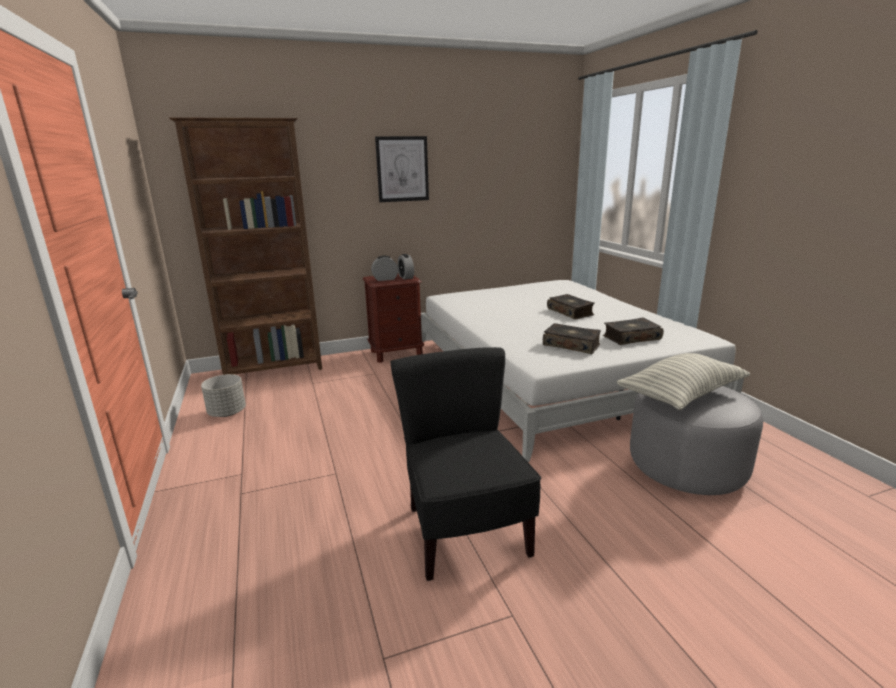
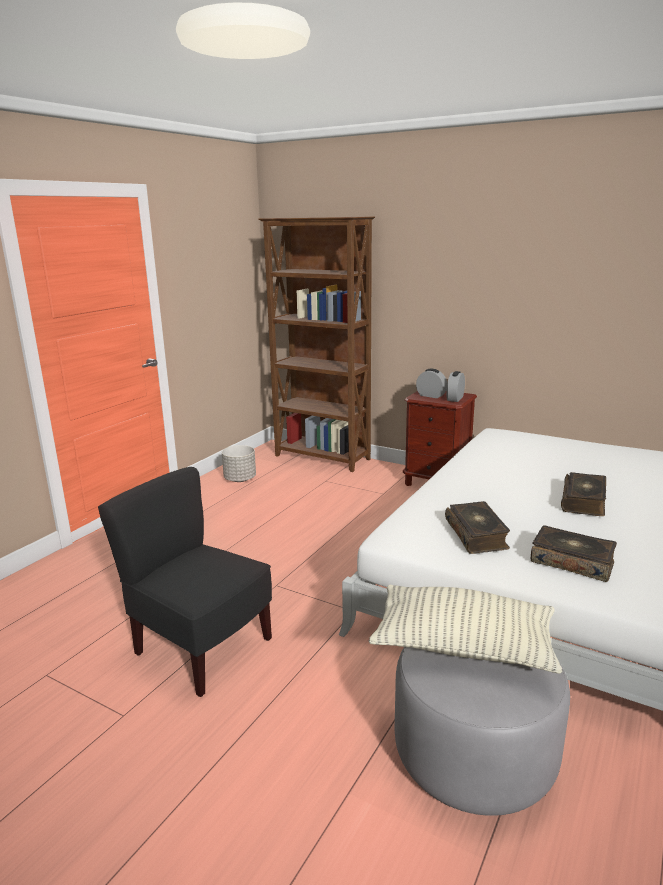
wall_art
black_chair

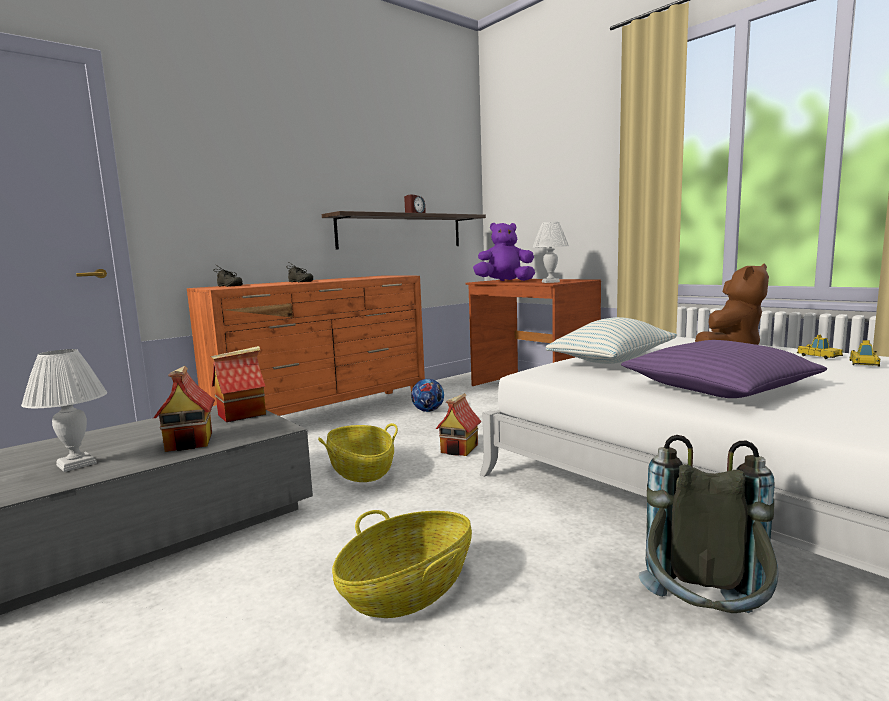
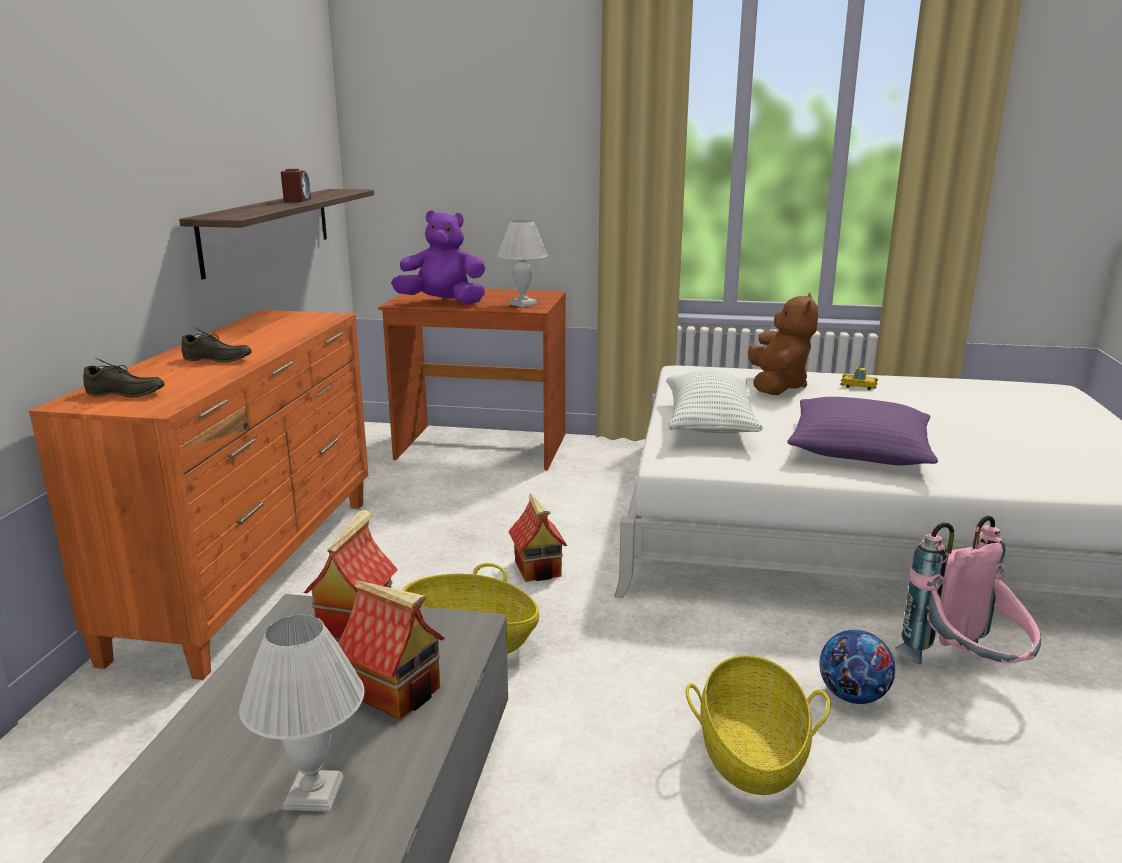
toy_car (2nd from left in the first image)
ball_for_football
pink_backpack
purplish_plush_toy

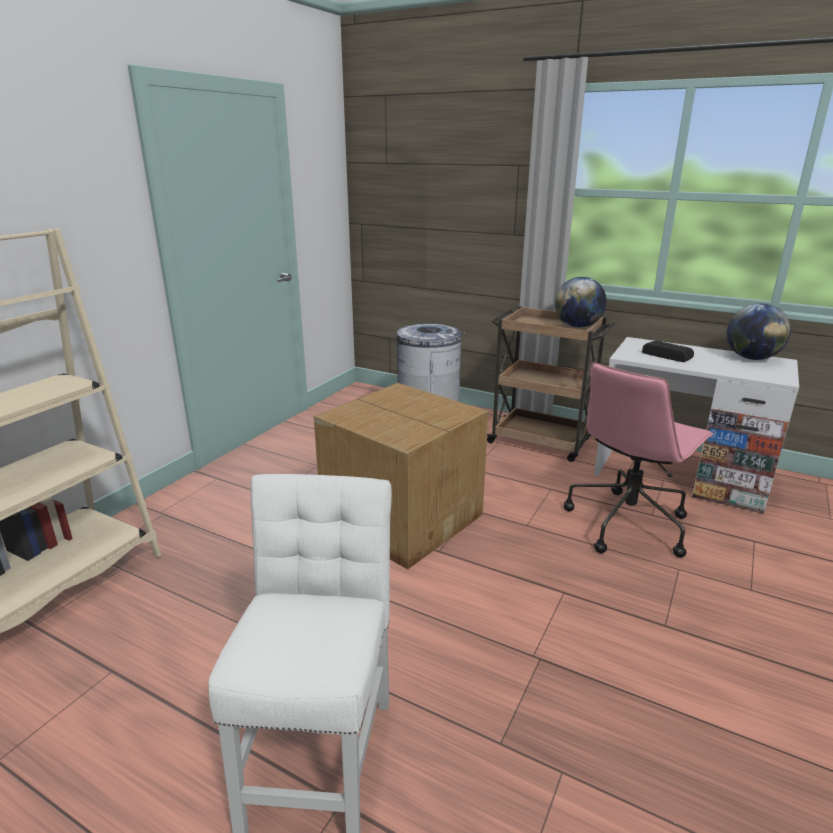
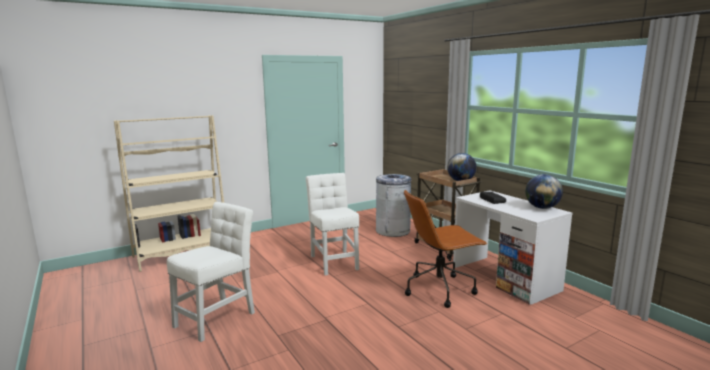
white-coloured_chair (2nd from left)
brownish_computer_chair

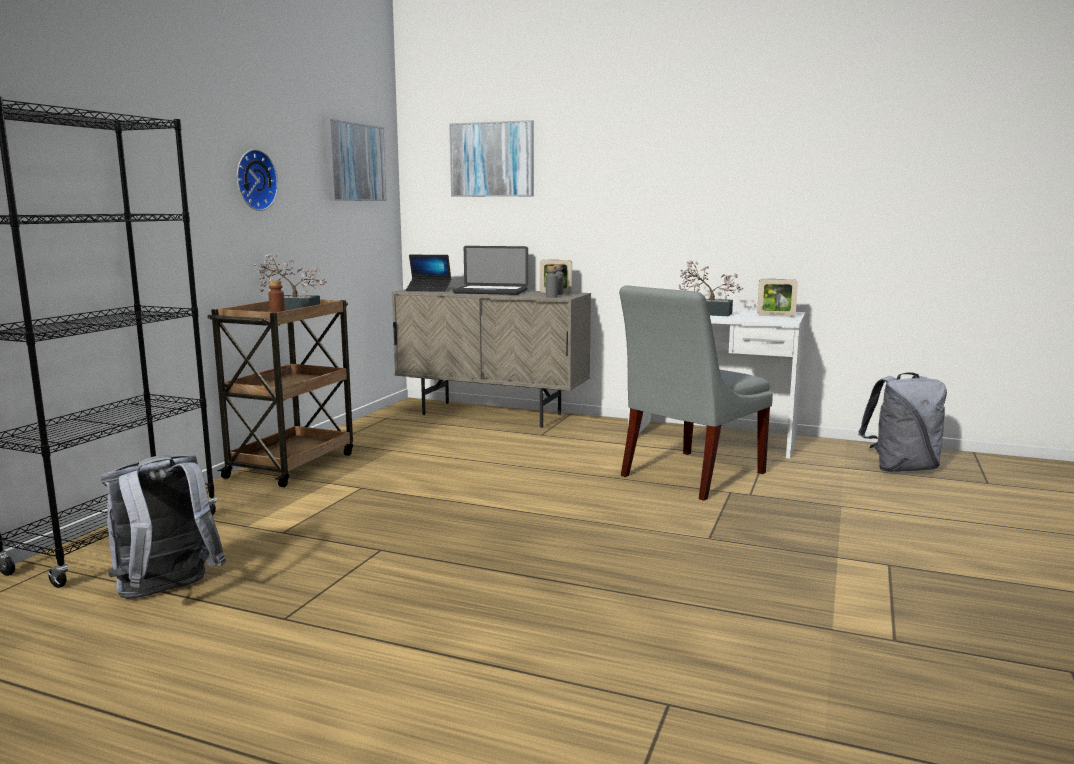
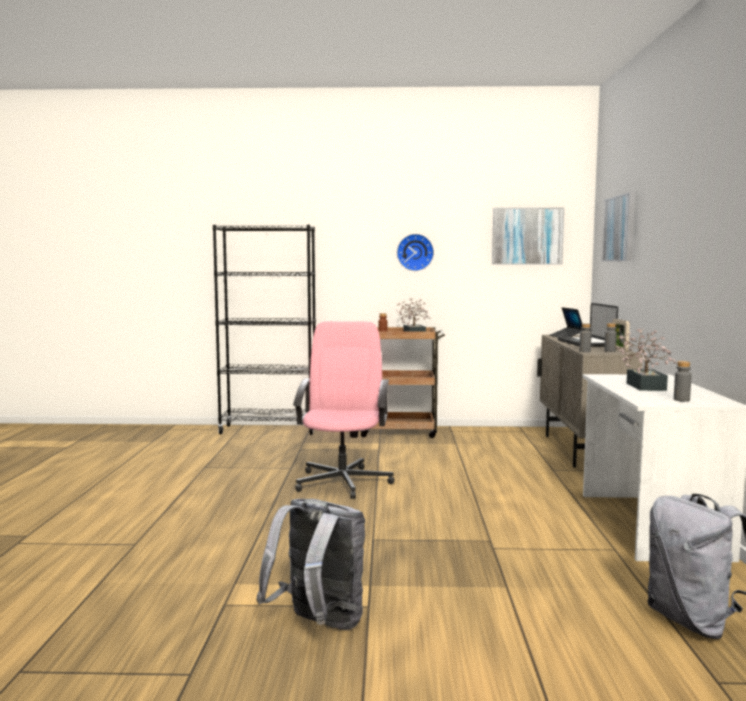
greyish_chair
pink_computer_chair
greyish_backpack (1st from left)
greyish_bottle (3rd from left)

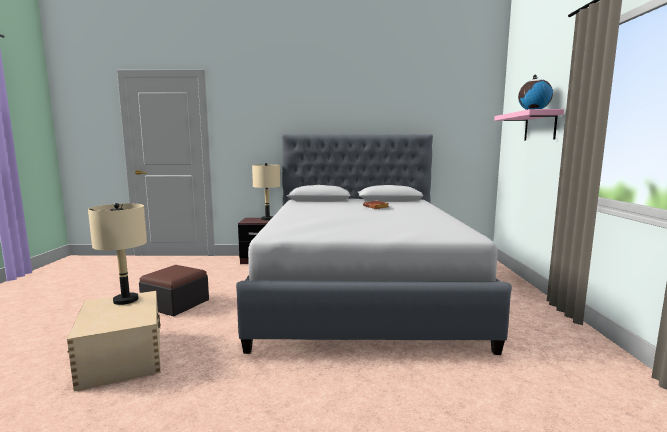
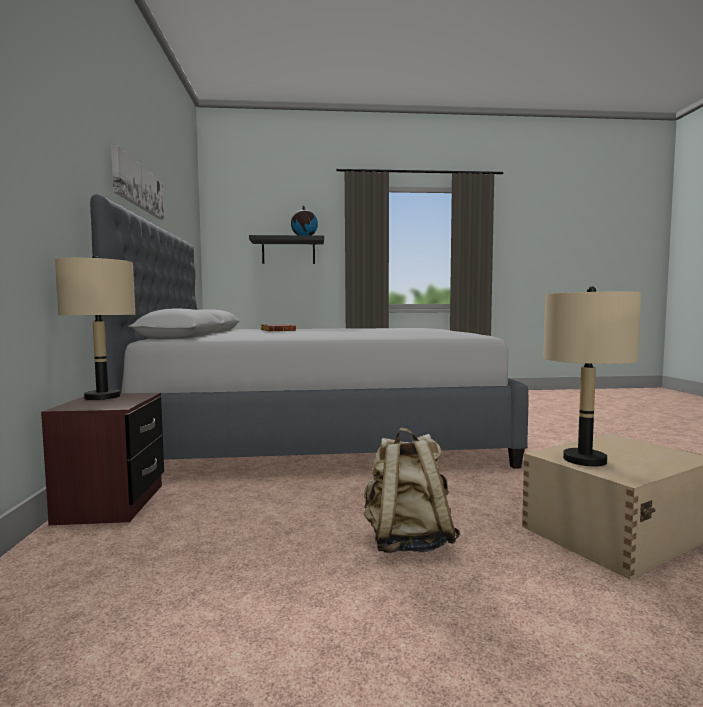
wall_art
beige-coloured_backpack
black_bracket_shelf

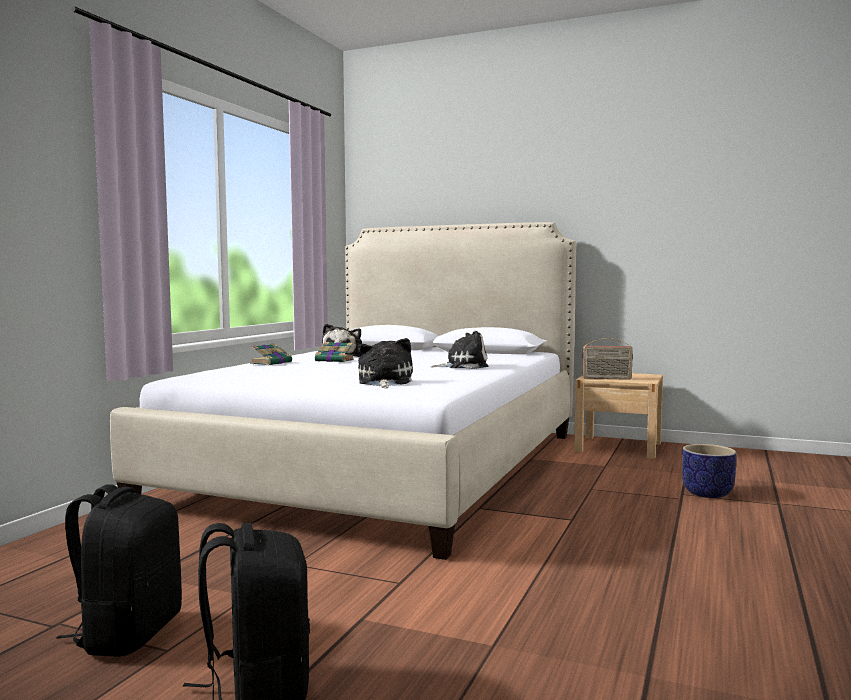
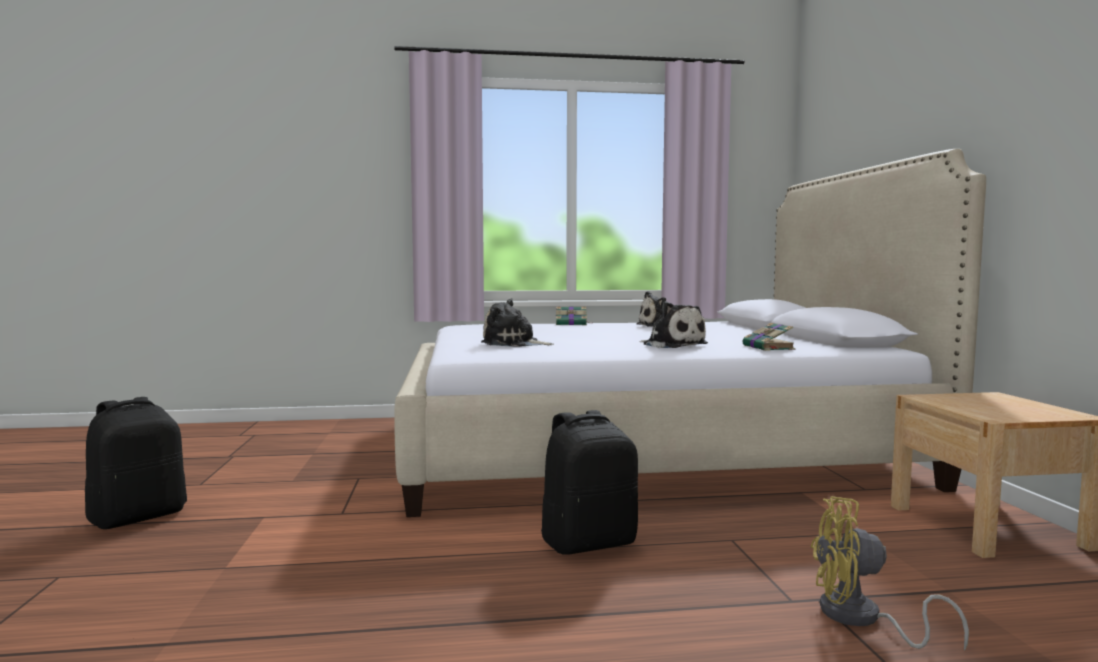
radio_receiver
black_backpack (2nd from left)
bound_book (2nd from left)
yellow_electric_fan
plush_toy (1st from left)

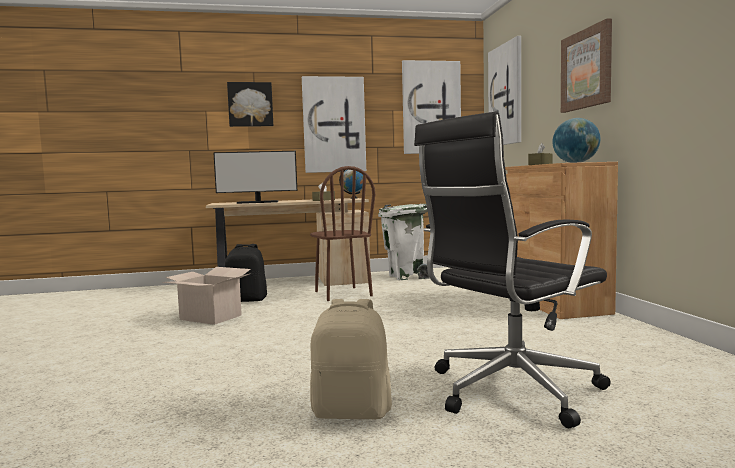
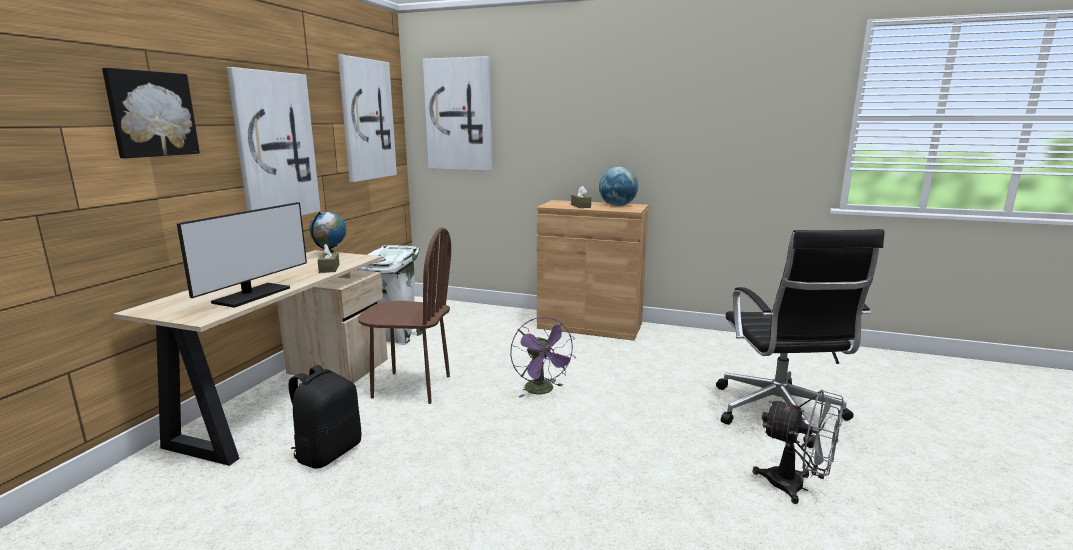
carton
wall_art (5th from left in the first image)
purplish_electric_fan
greyish_electric_fan

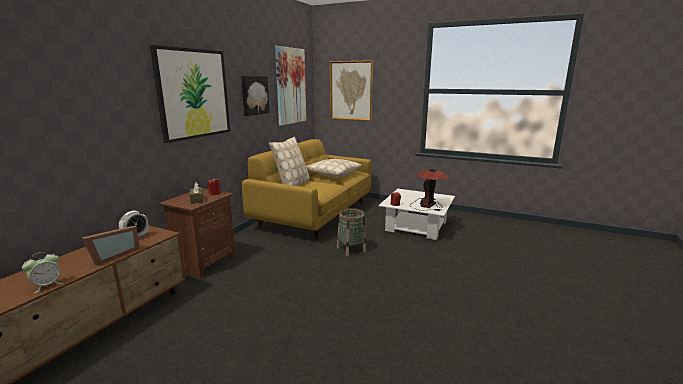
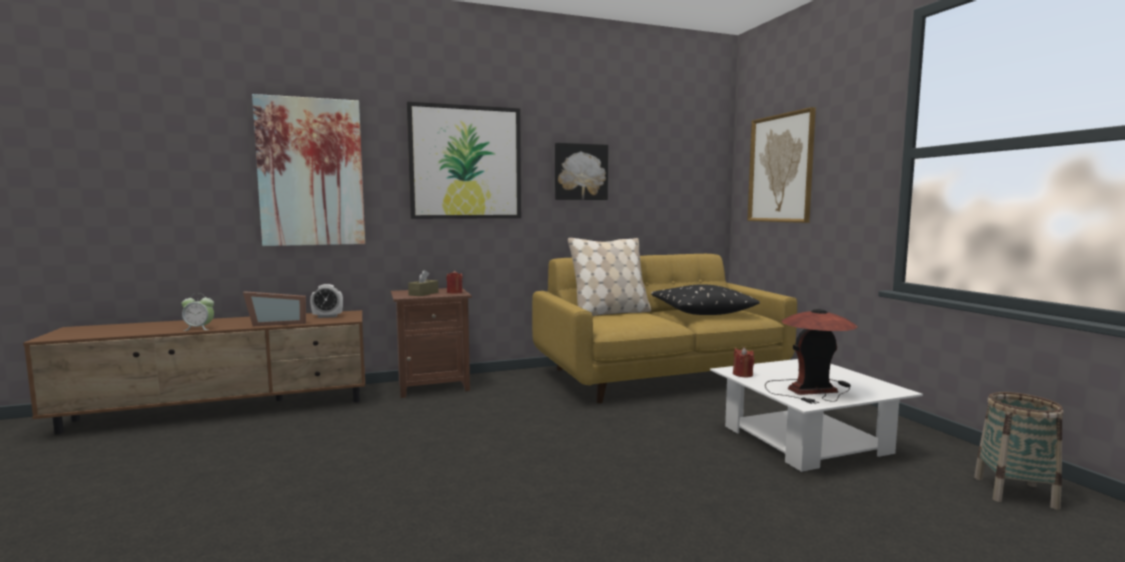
wall_art (1st from left)
basket
black_throw_pillow

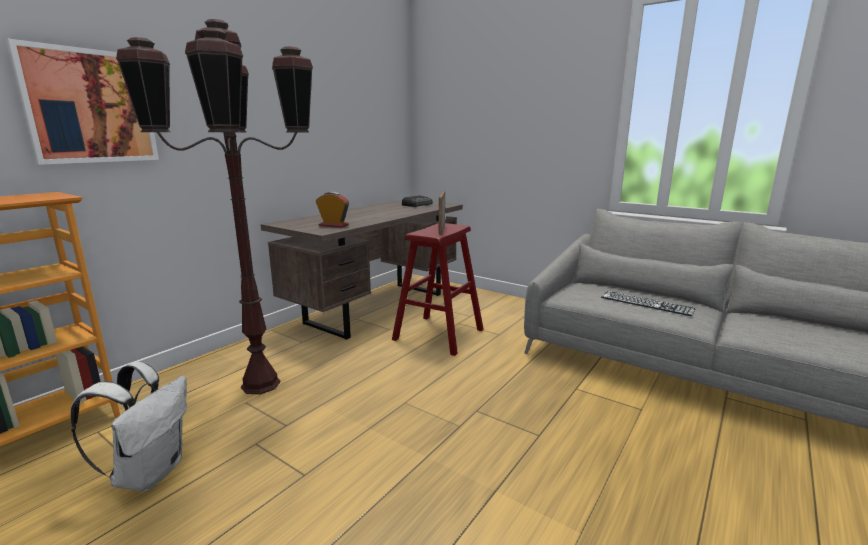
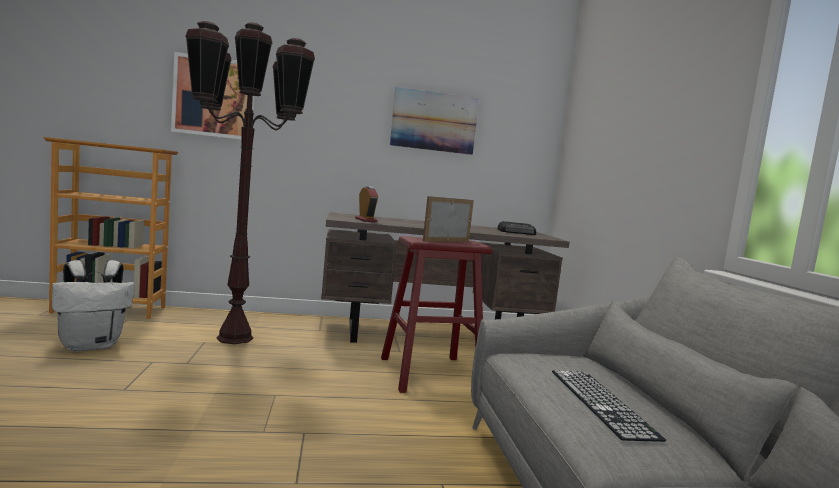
wall_art (2nd from left)

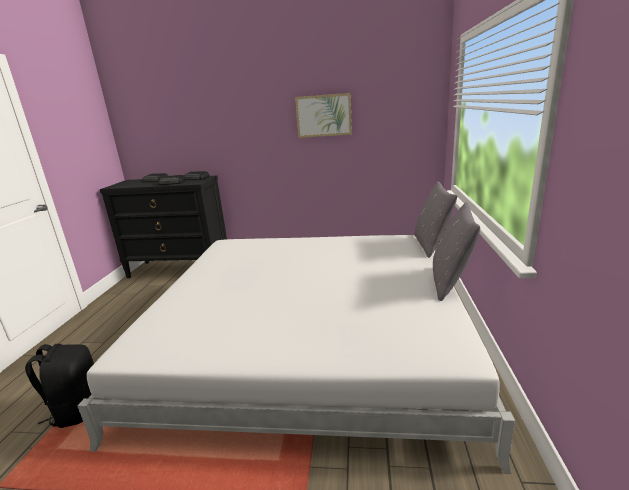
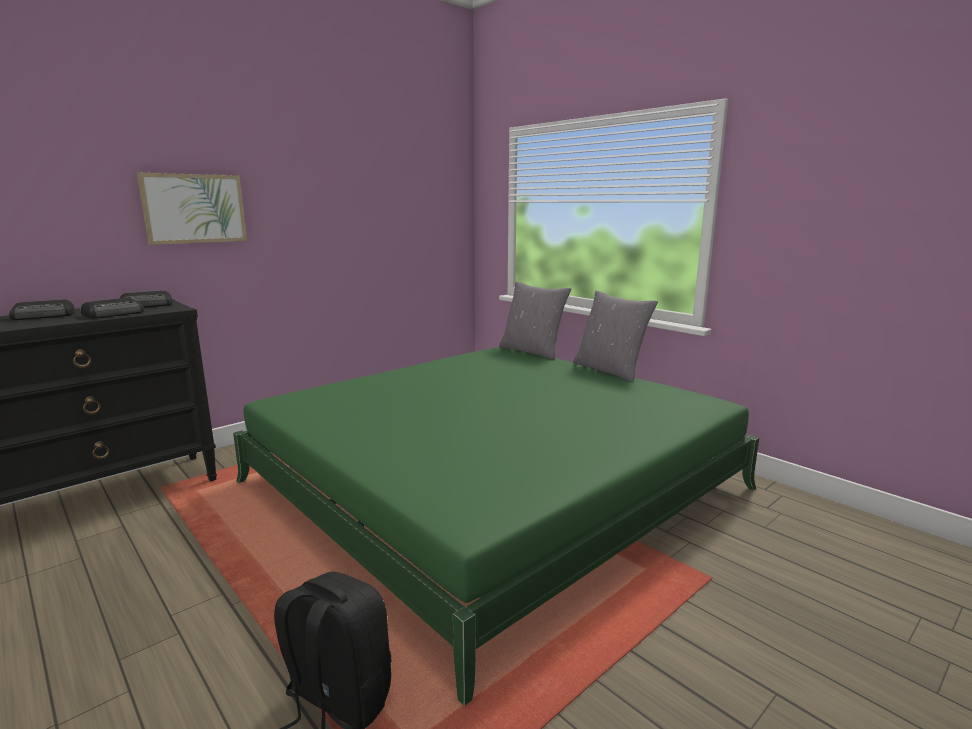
wall_art
green_sleeping_bed

